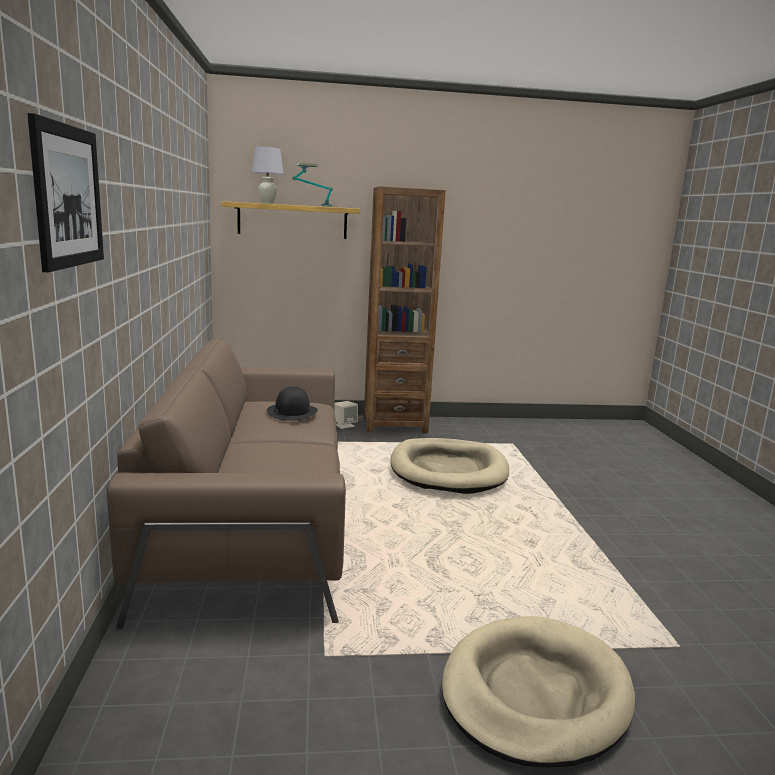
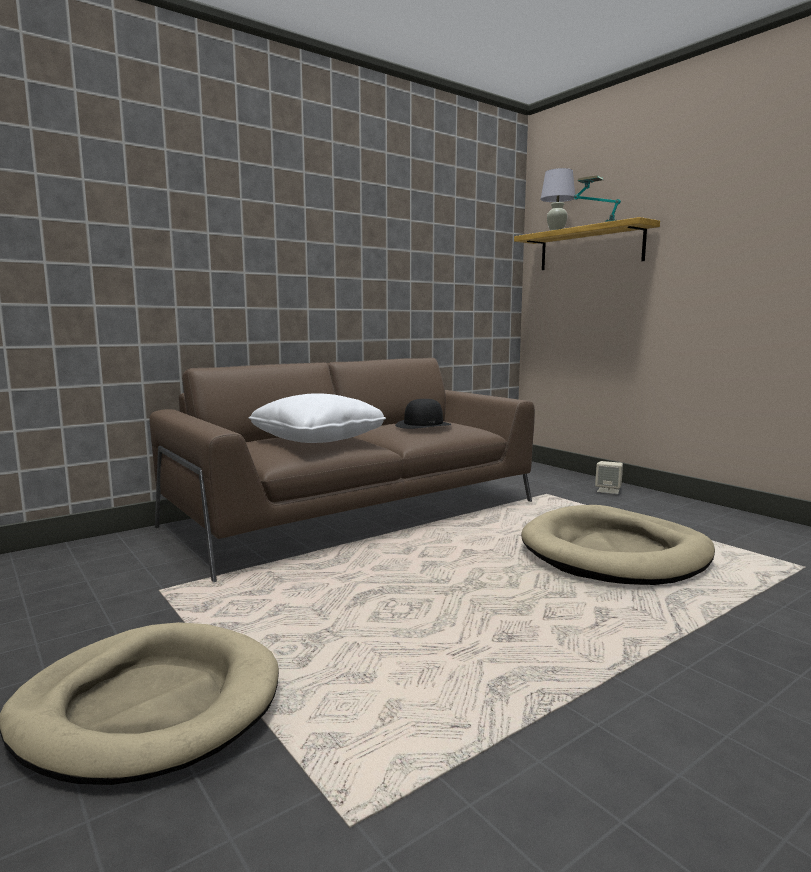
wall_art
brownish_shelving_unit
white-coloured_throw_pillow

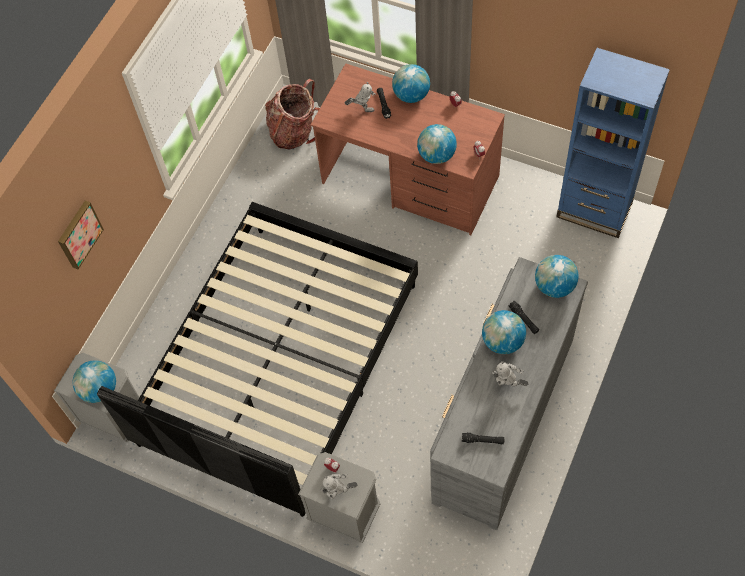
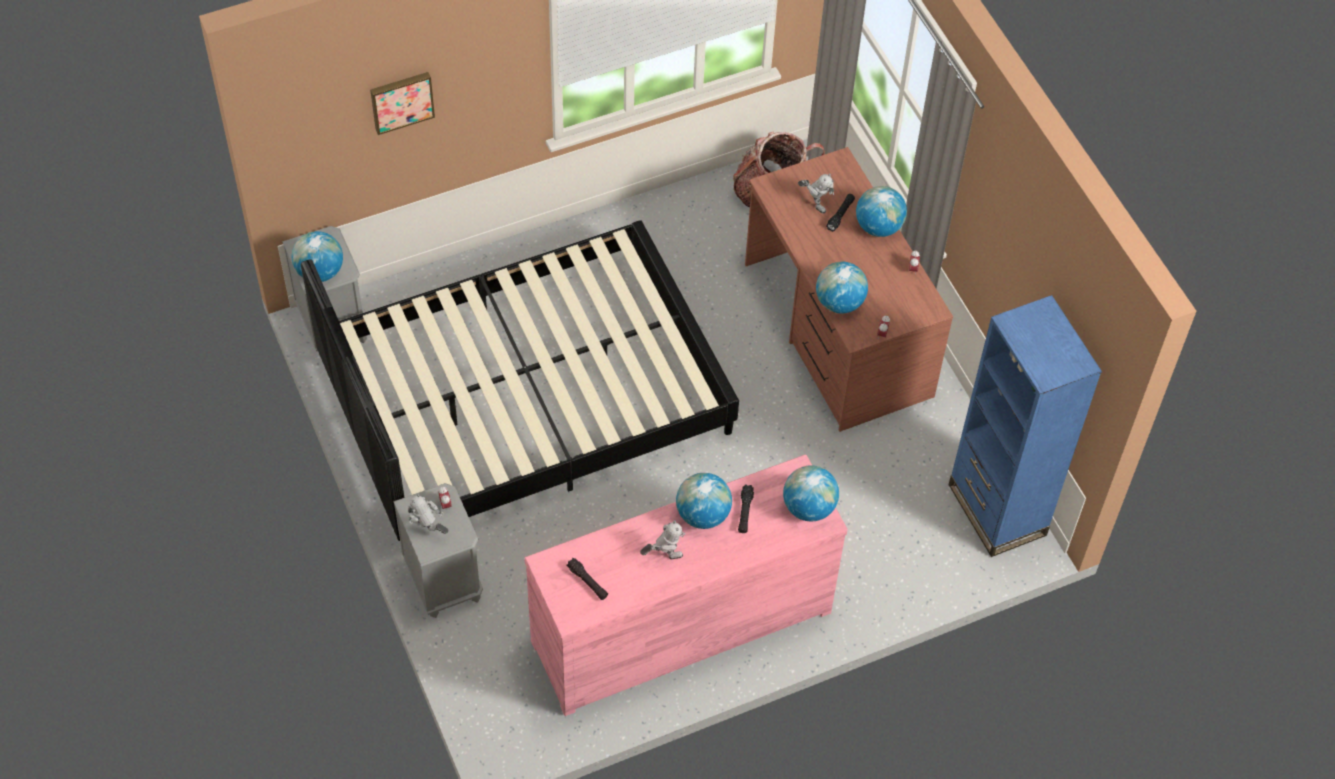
pink_drawer_chest
robot_figure (2nd from left)

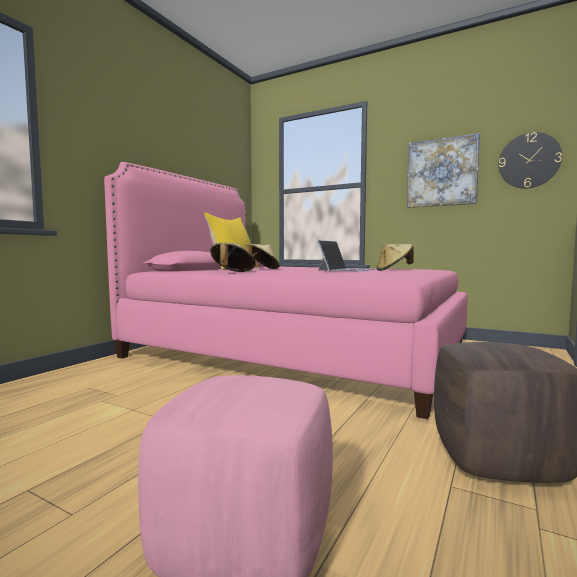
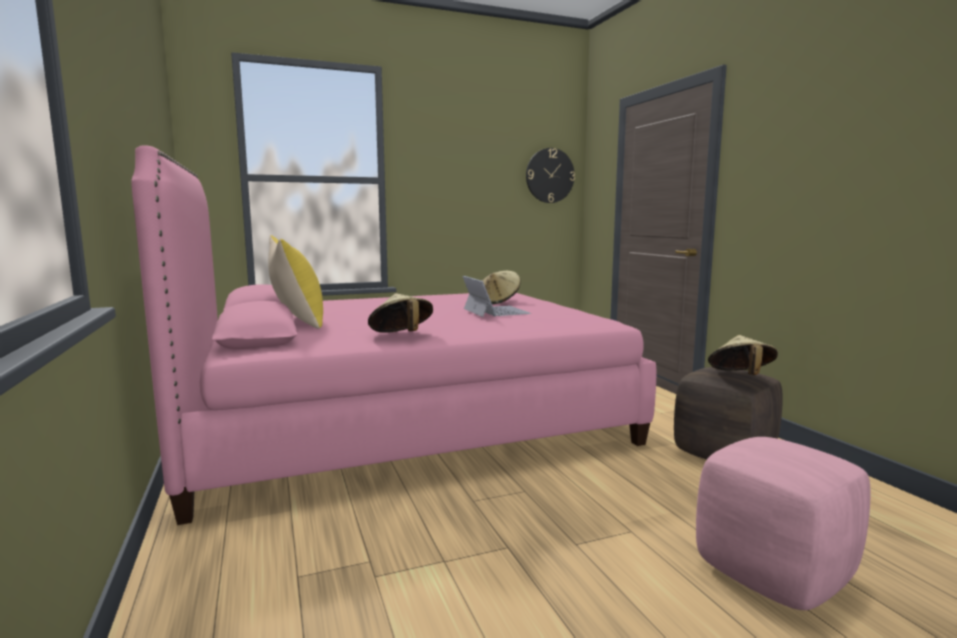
wall_art
beige-coloured_hat (3rd from left)

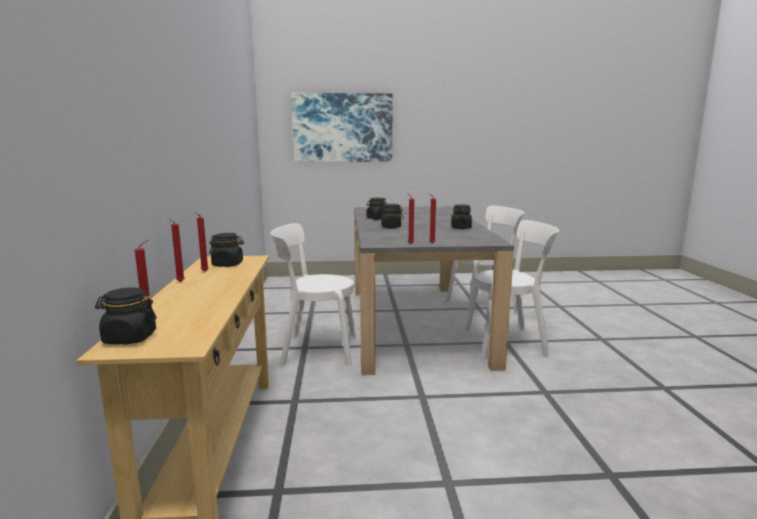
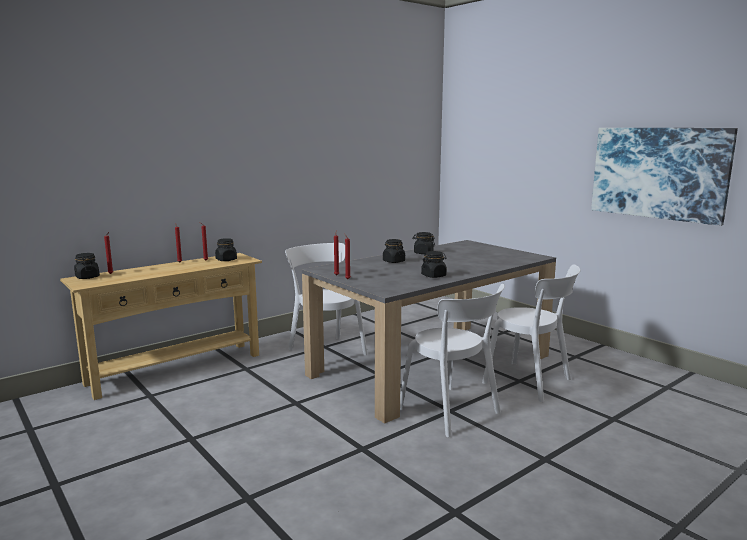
wall_art

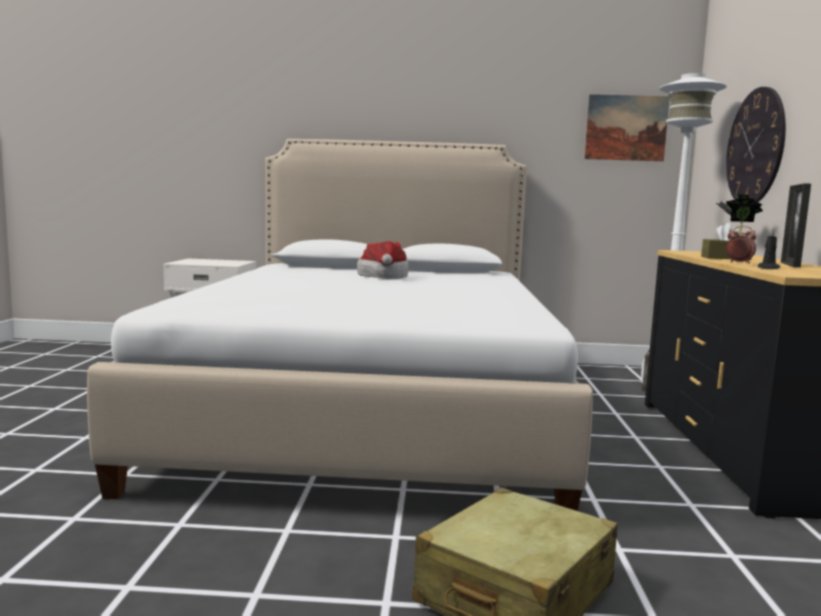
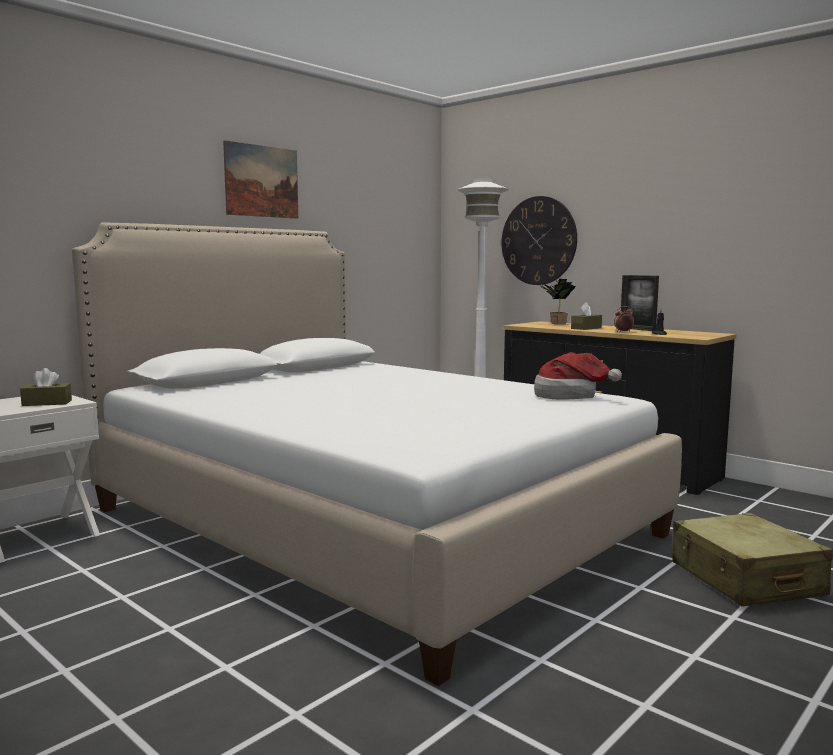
brownish_tissue_holder (1st from left)
hat
wall_art

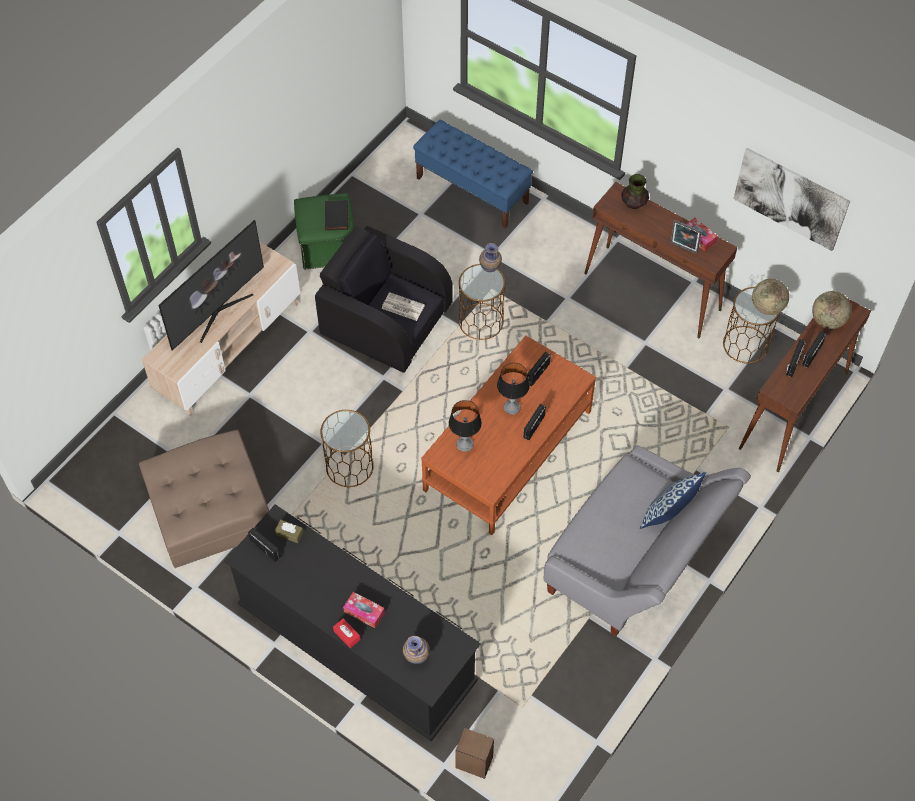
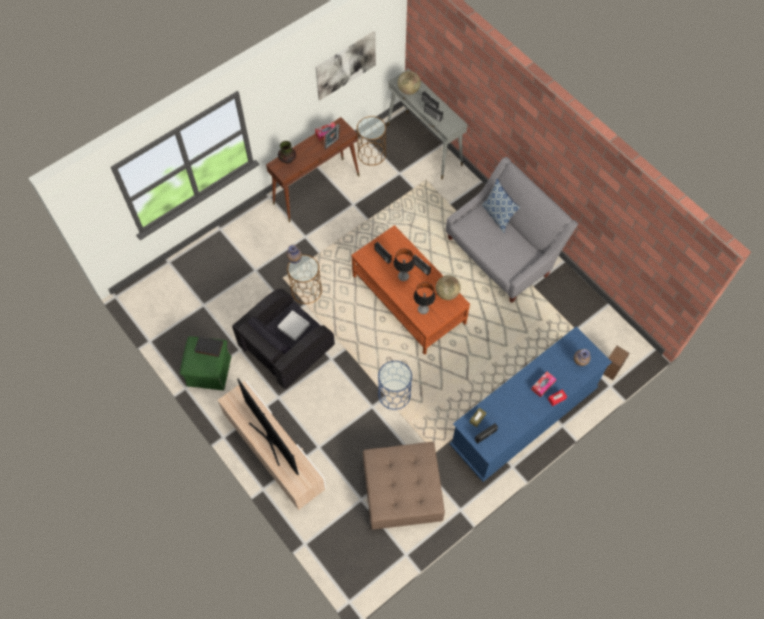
blue-coloured_long_seat
globe (2nd from left)
greyish_tray
blue-coloured_drawer_chest
blue-coloured_accent_table
greyish_console_table

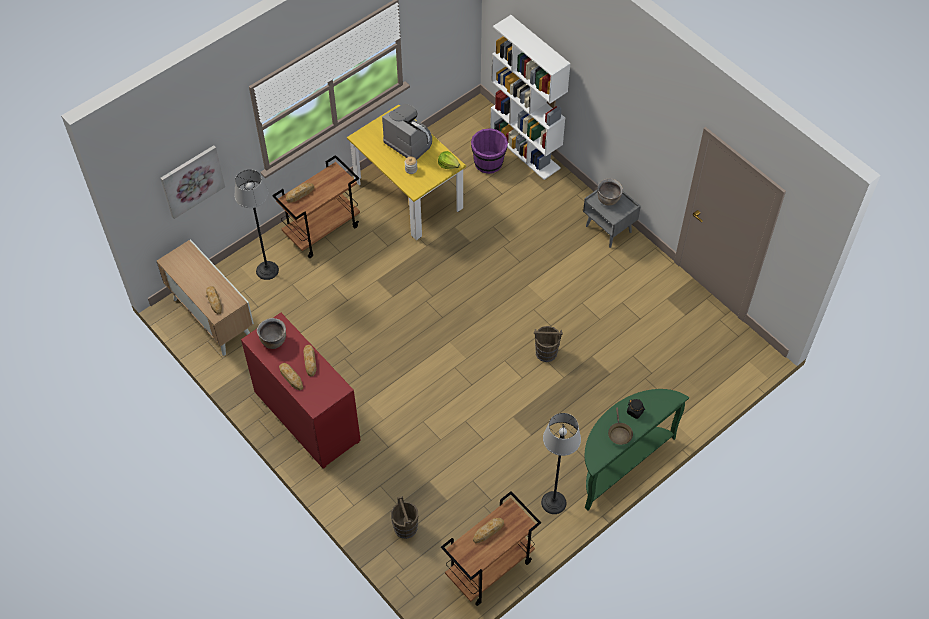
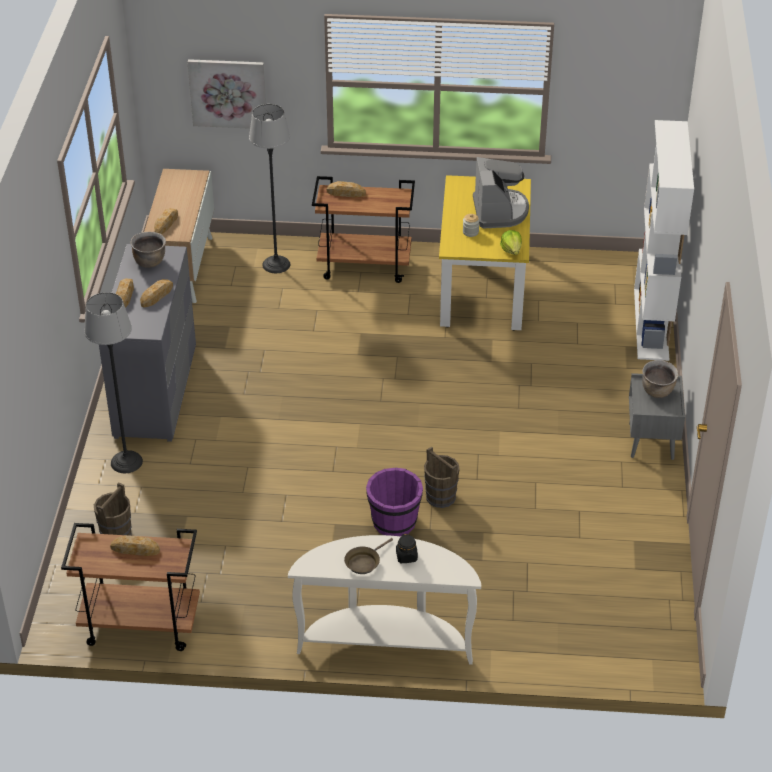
purplish_pail
standing_lamp (1st from left)
greyish_drawer_chest
white-coloured_console_table

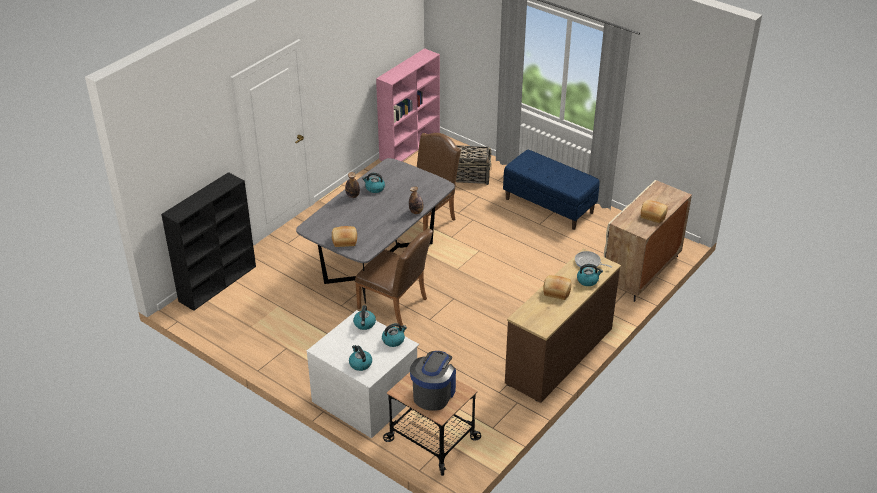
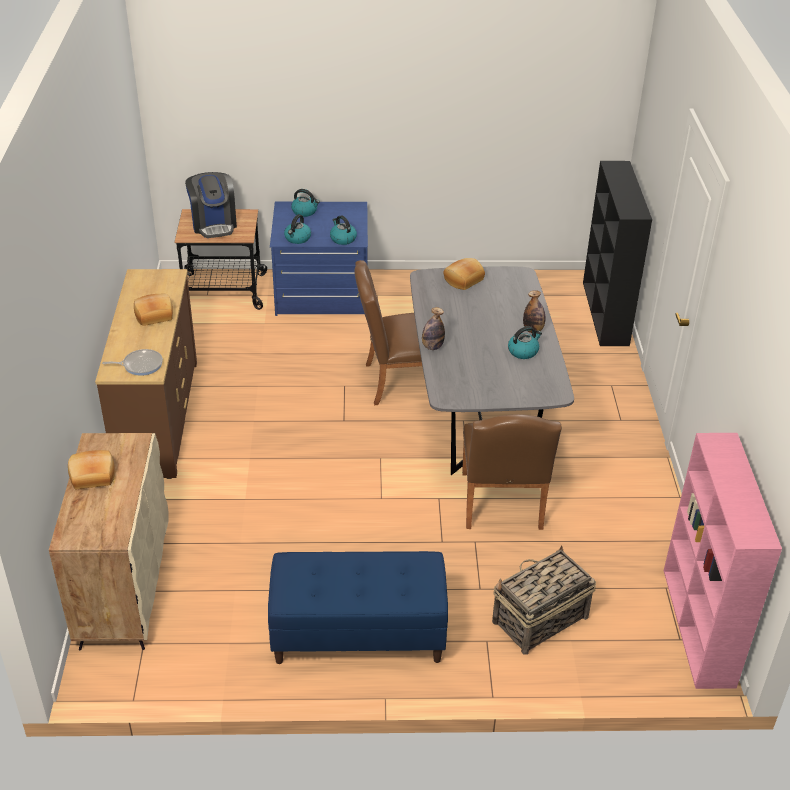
water_kettle (5th from left in the first image)
blue-coloured_drawer_chest

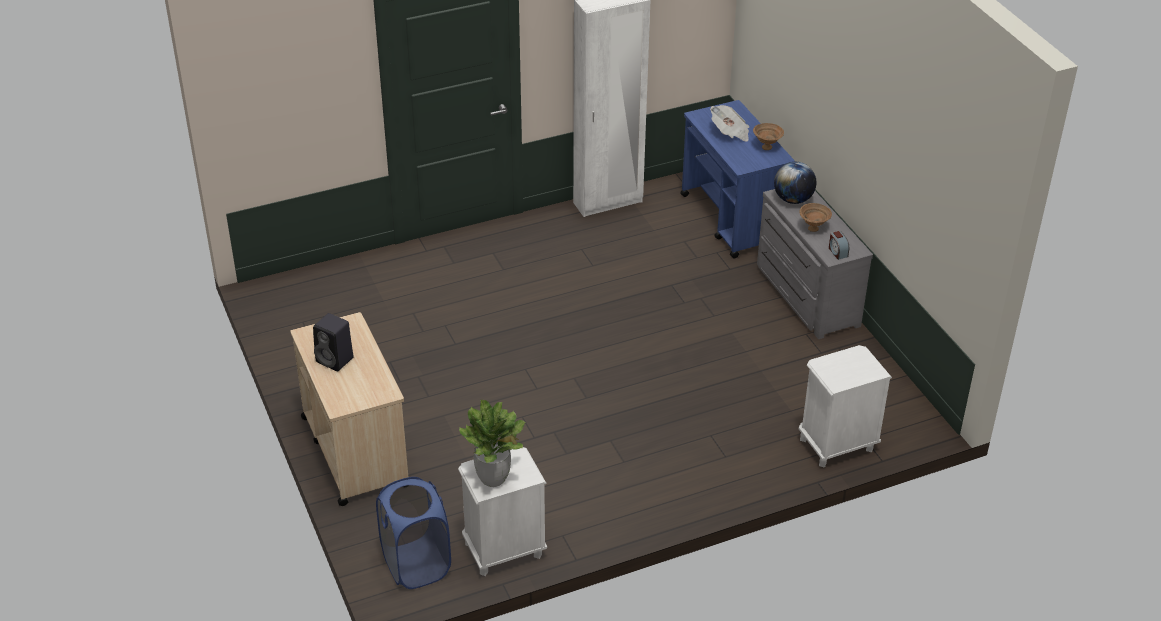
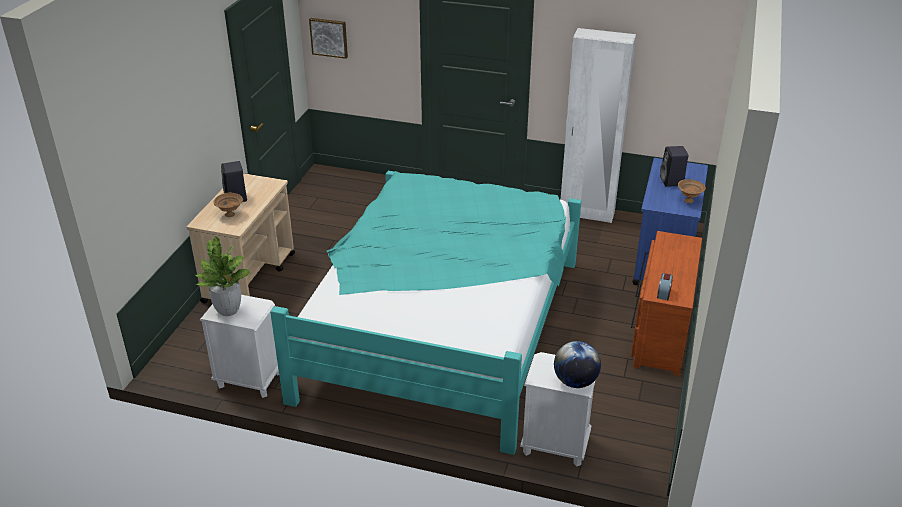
blue-coloured_laundry_basket
turquoise_sleeping_bed
wall_art
globe
brownish_deep_dish (1st from left)
black_audio_speaker (2nd from left)
brownish_drawer_chest

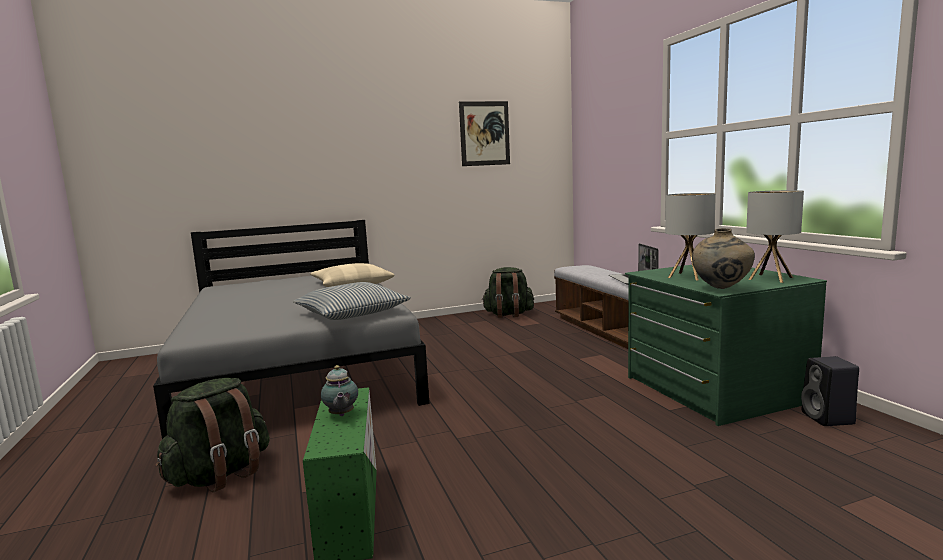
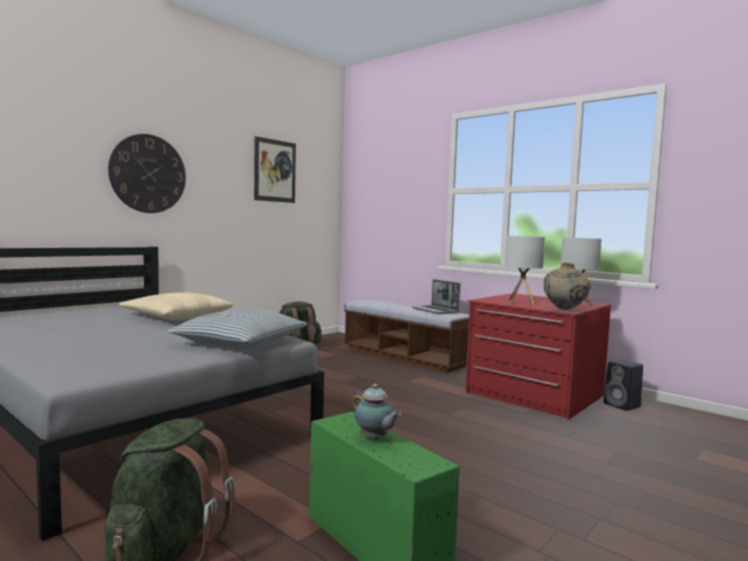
wall_clock
red_drawer_chest

